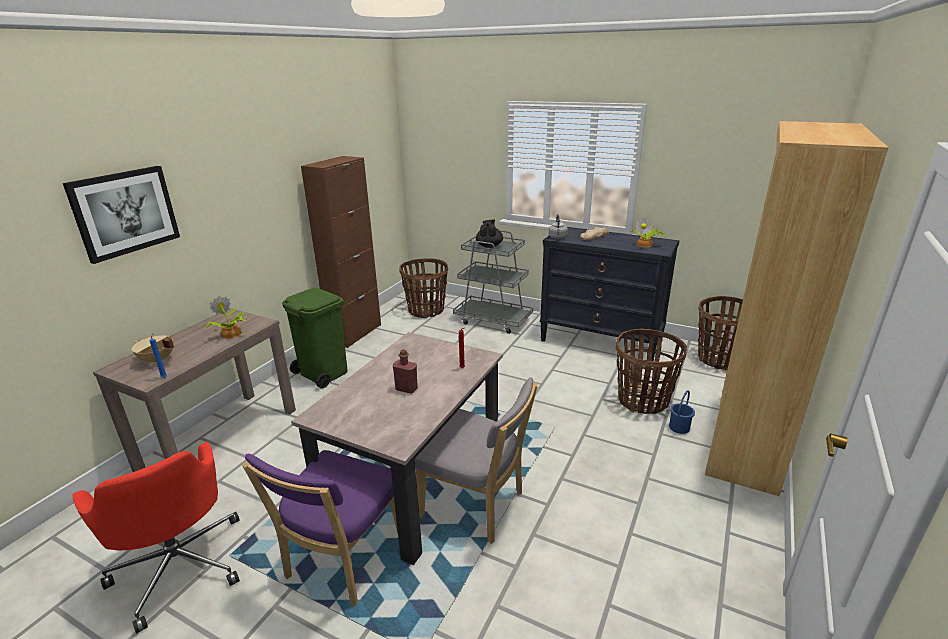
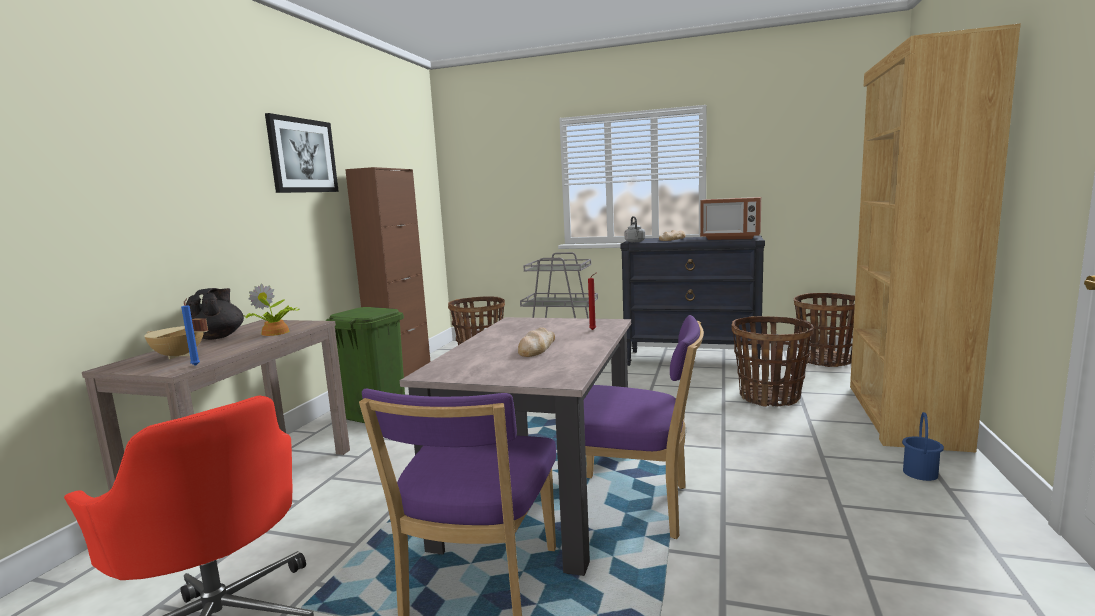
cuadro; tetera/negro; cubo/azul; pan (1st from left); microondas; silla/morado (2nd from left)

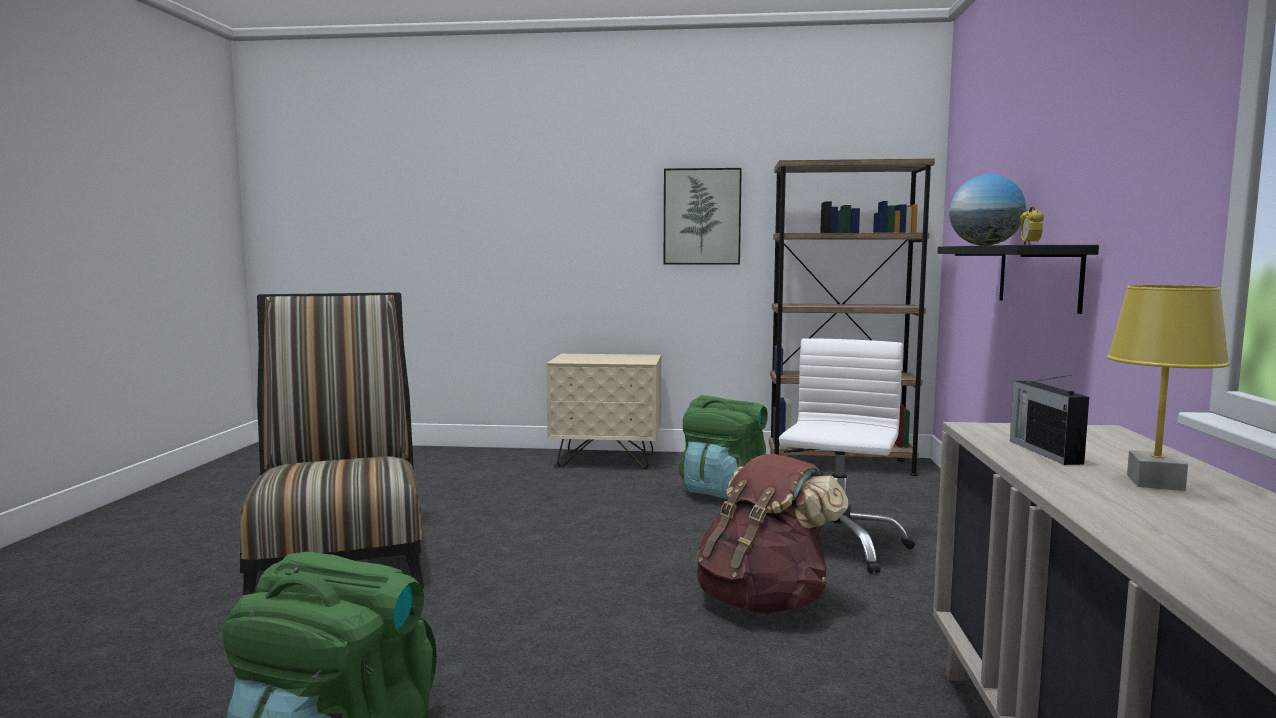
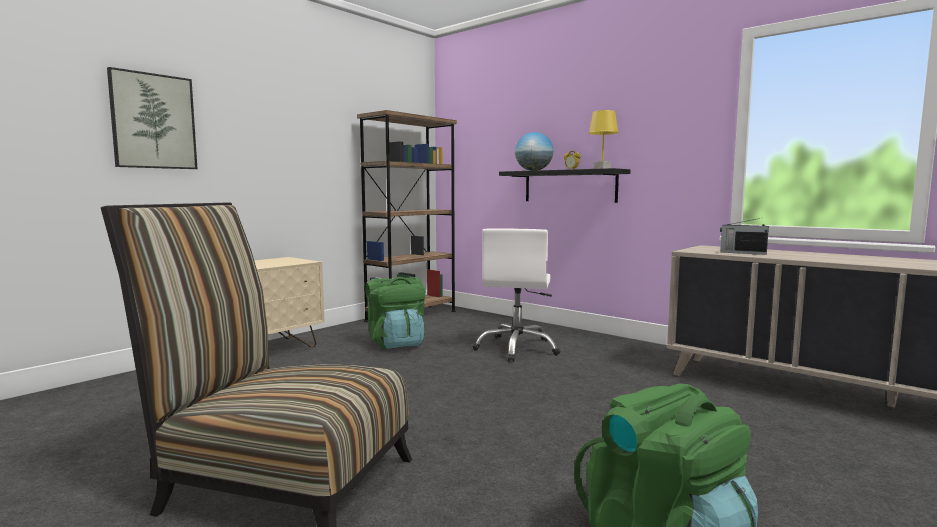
mochila/marrón; cuadro; lámpara de mesa/amarillo; silla de oficina/blanco

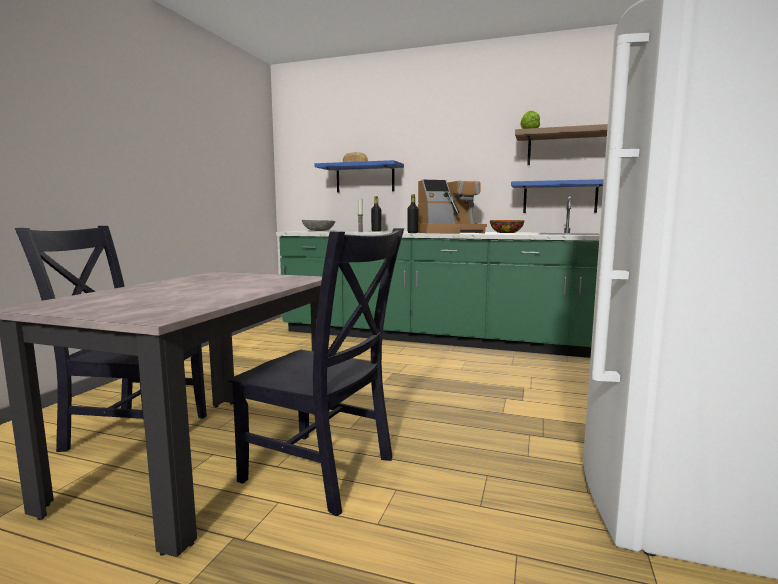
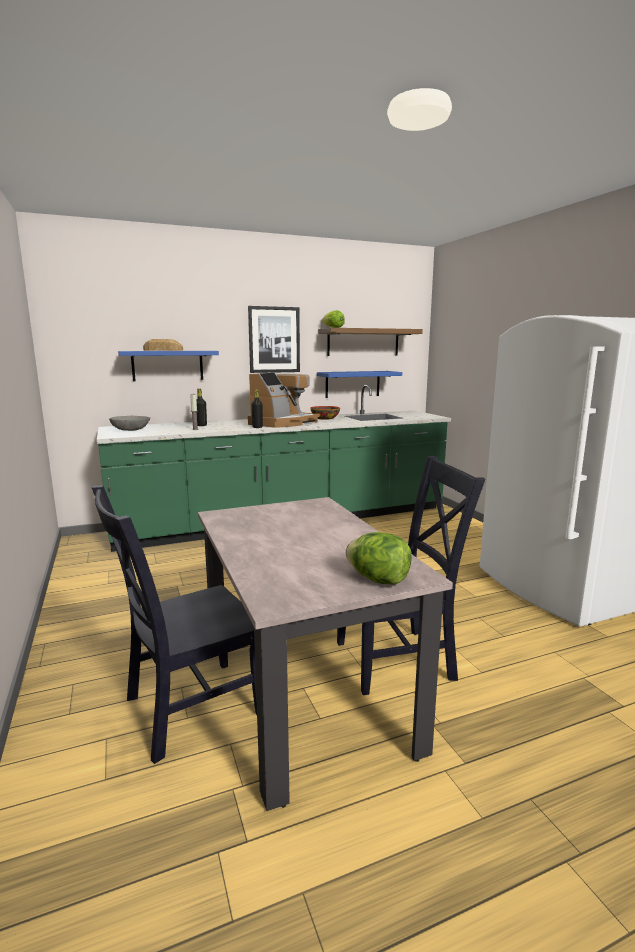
cuadro; lechuga (2nd from left)

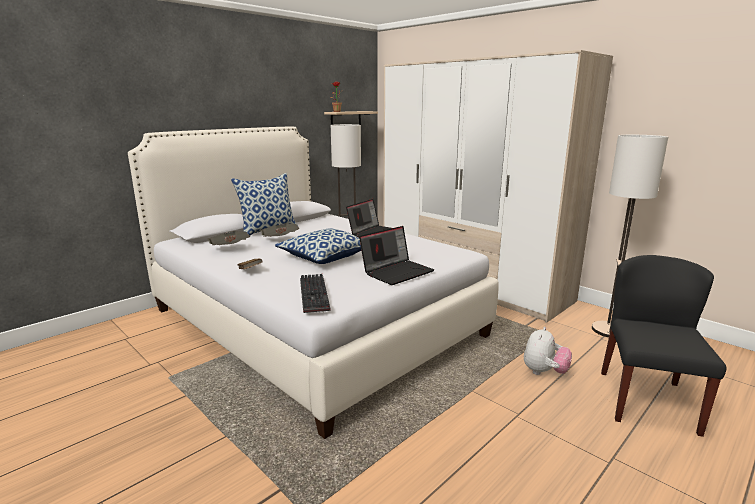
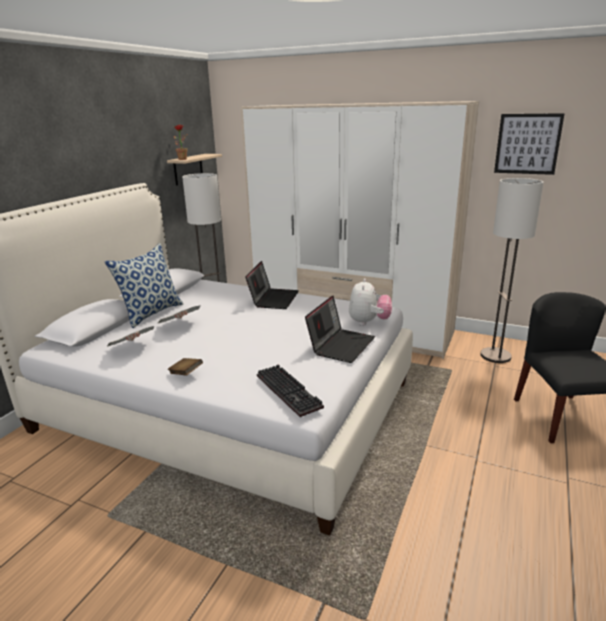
cojín (2nd from left in the first image); cuadro; peluche

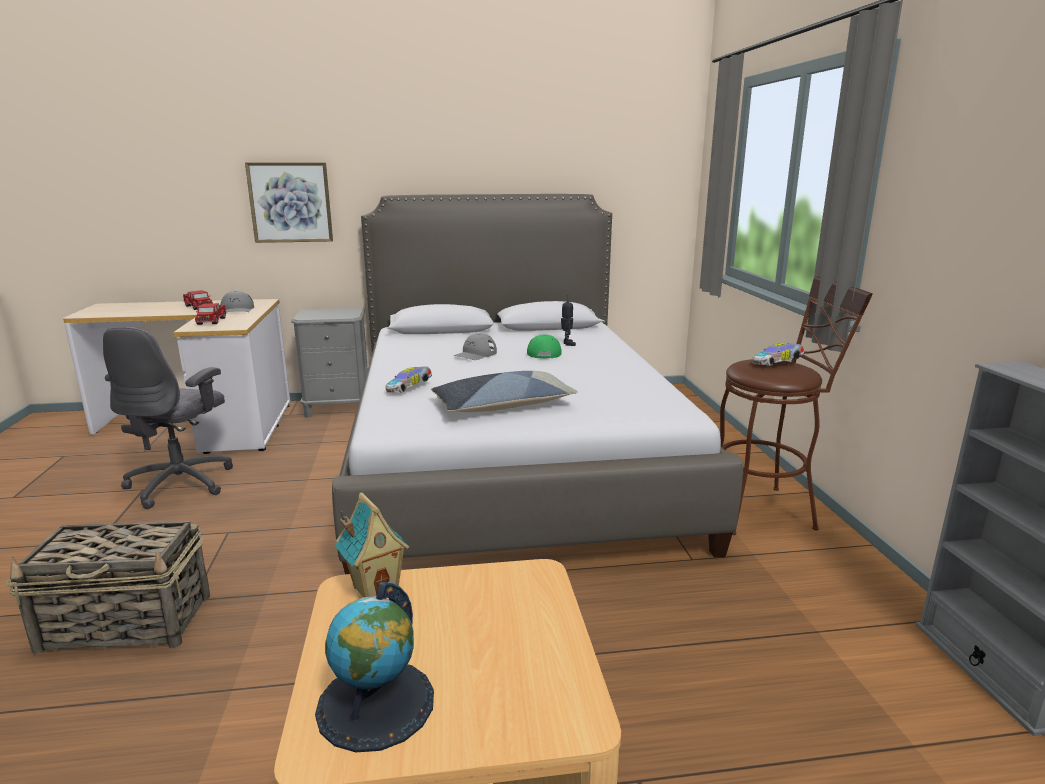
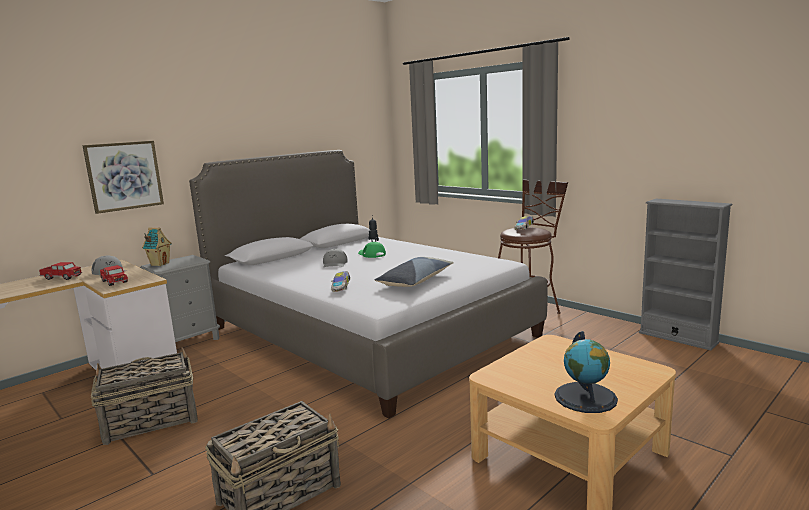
casita; cesta (1st from left)

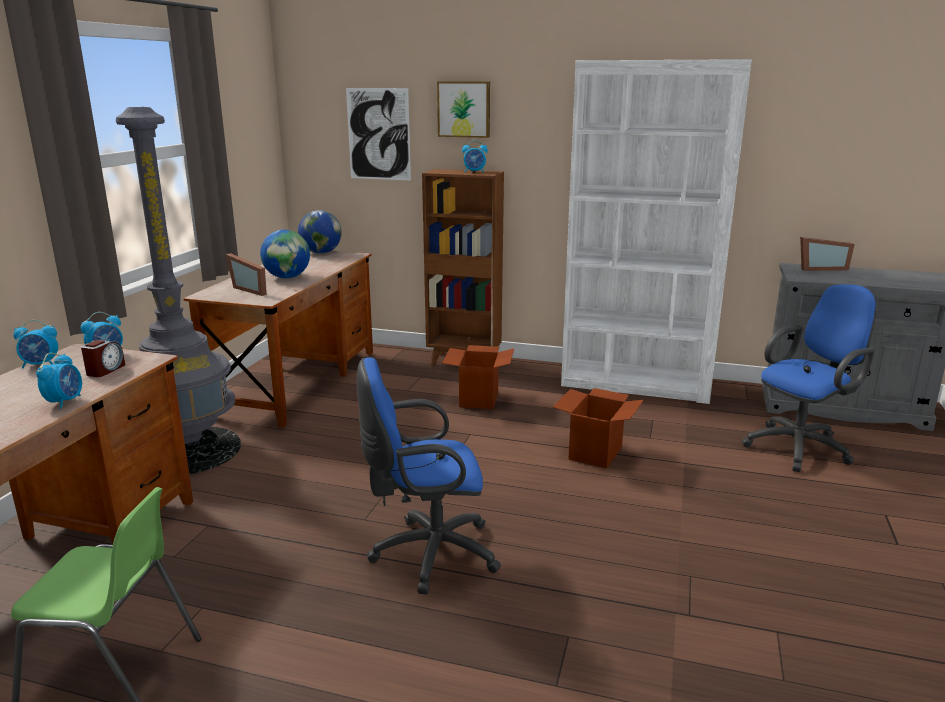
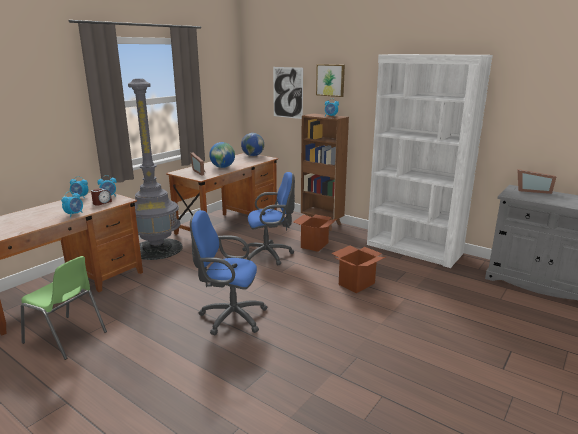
silla de oficina/azul (2nd from left)

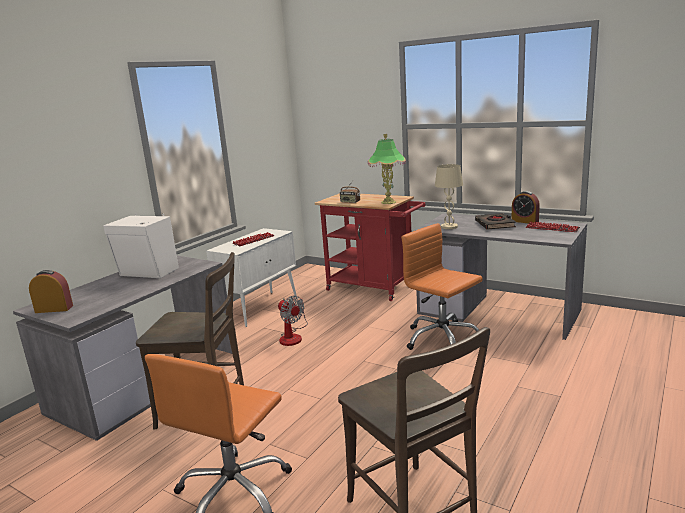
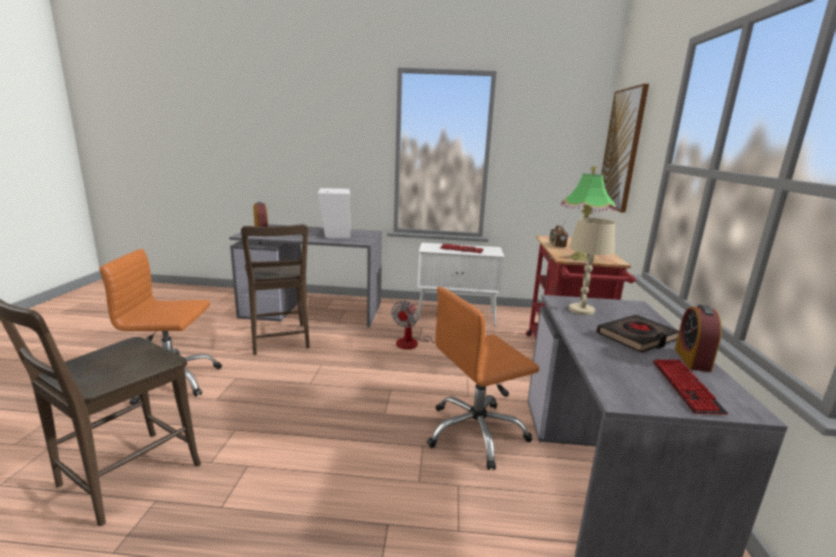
cuadro; silla de oficina/naranja (2nd from left)

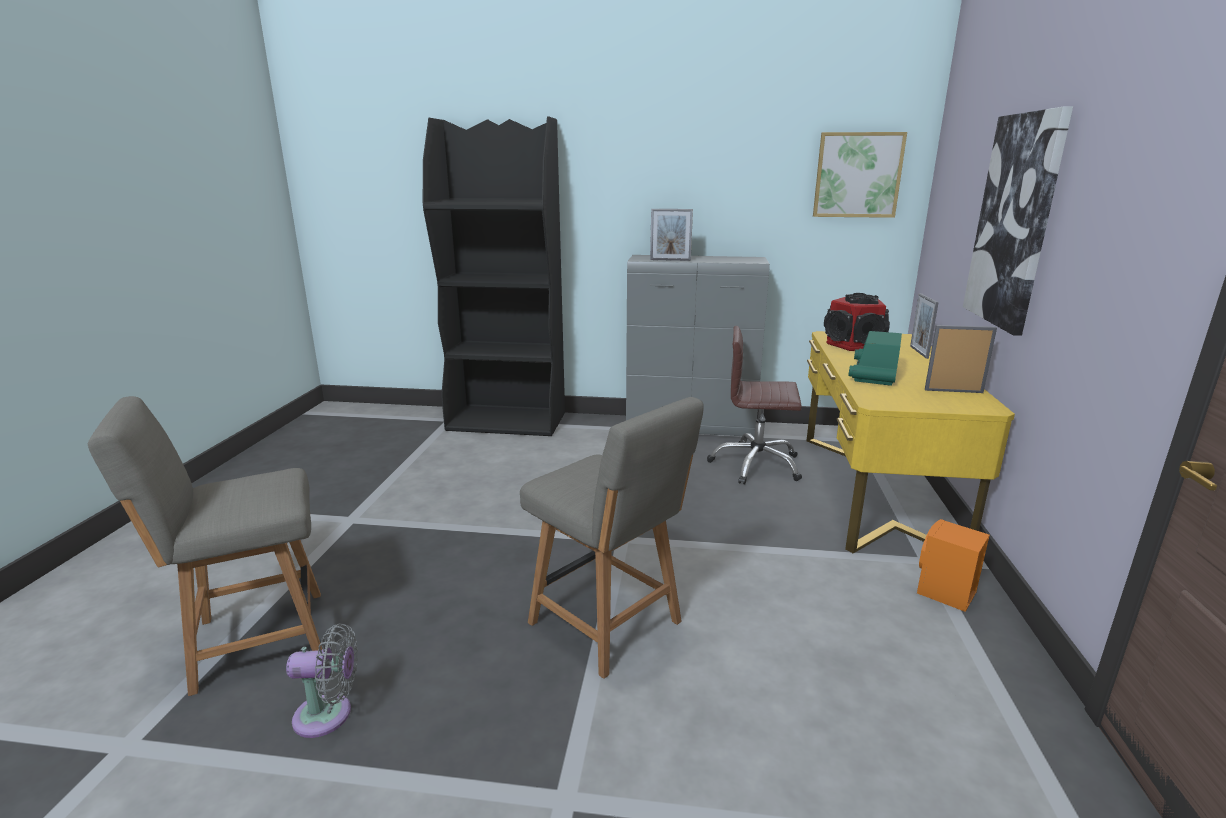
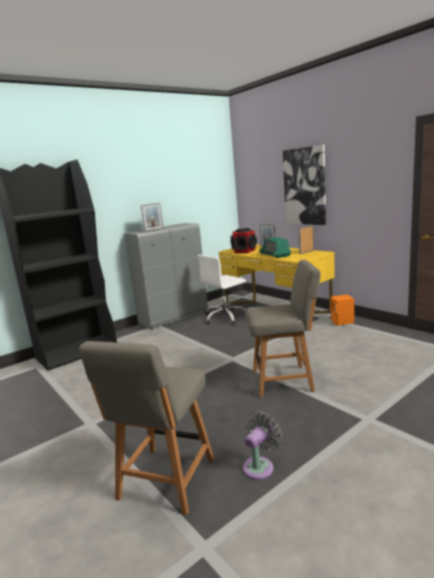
cuadro (1st from left in the first image); silla de oficina/blanco

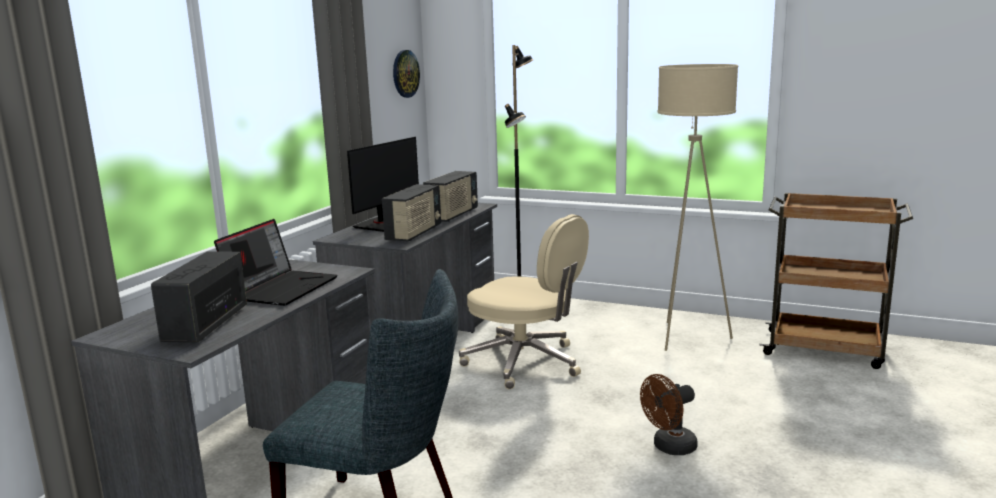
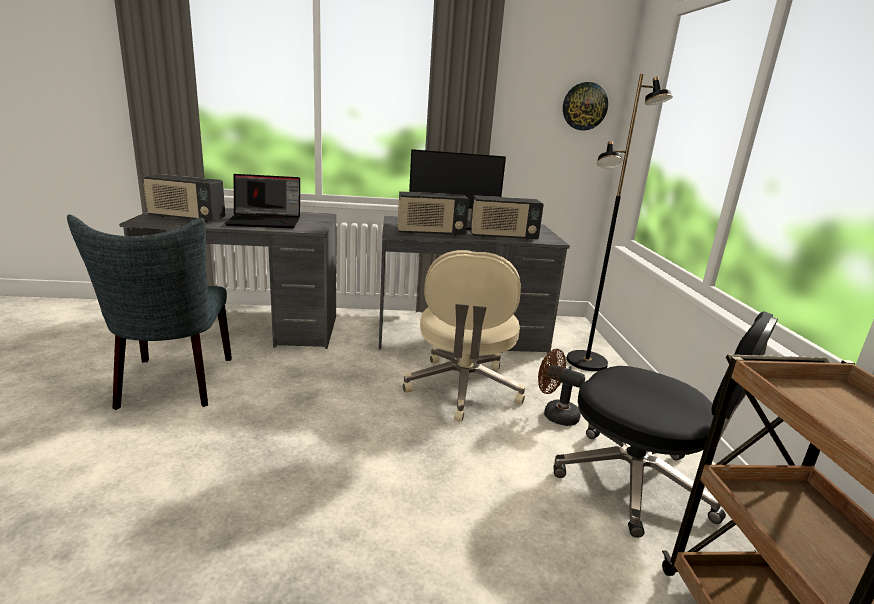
ventilador/marrón; silla de oficina/negro; radio (1st from left)

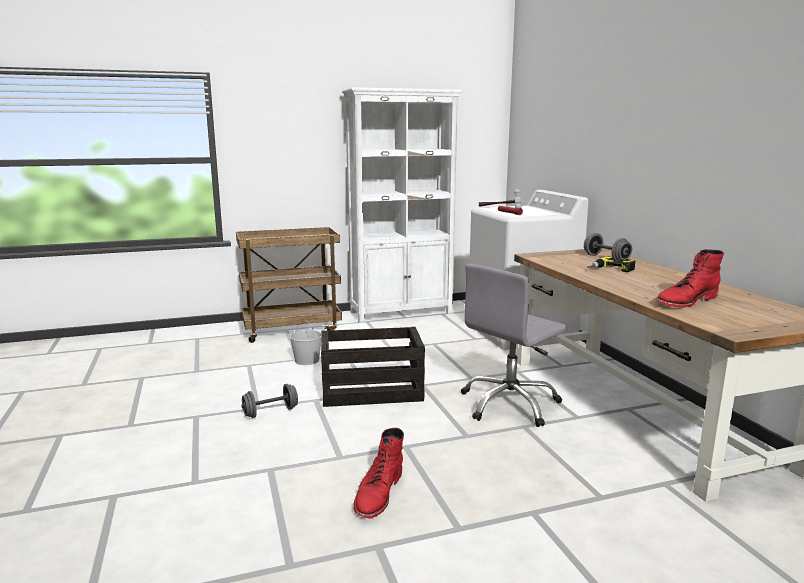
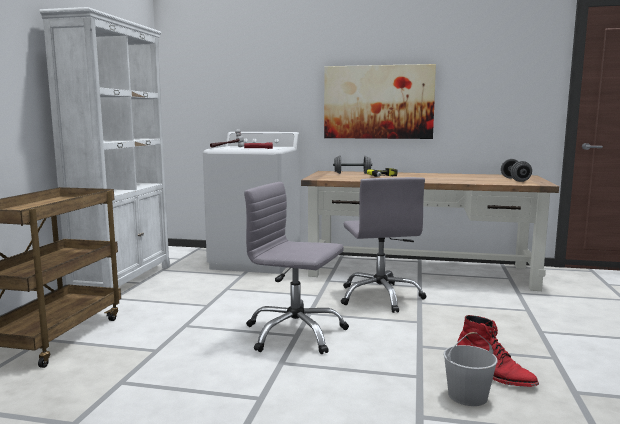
bota/rojo (2nd from left in the first image); cuadro; mancuerna/gris (2nd from left); cubo/blanco; silla de oficina/gris (1st from left)

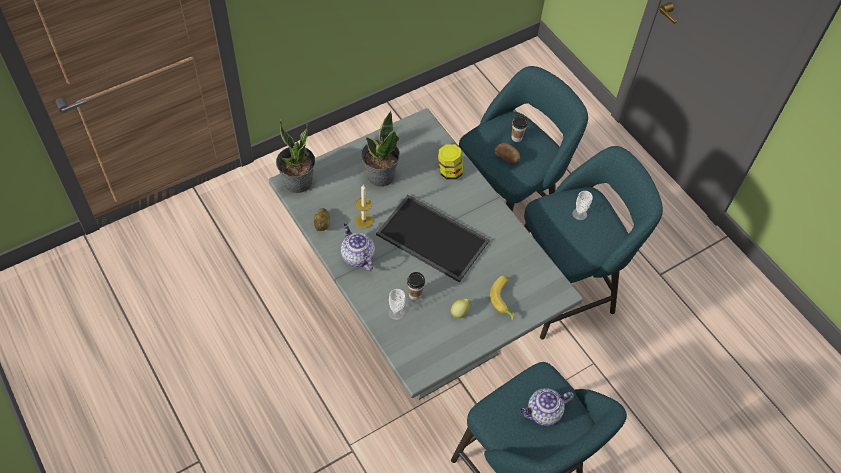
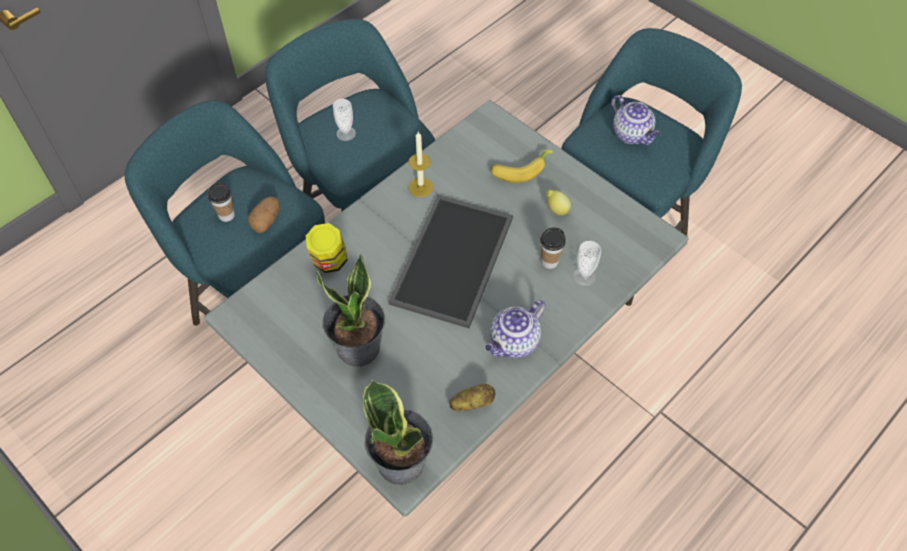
vela

